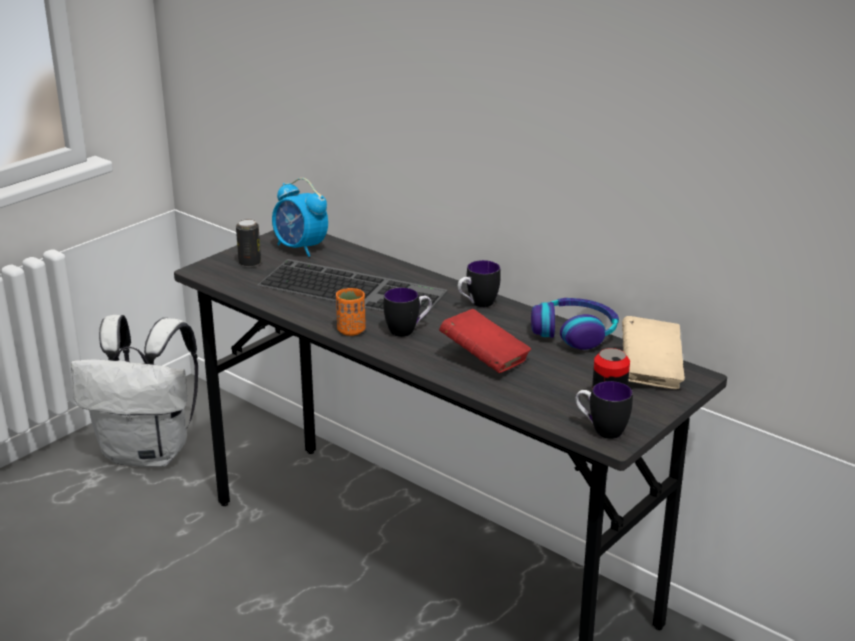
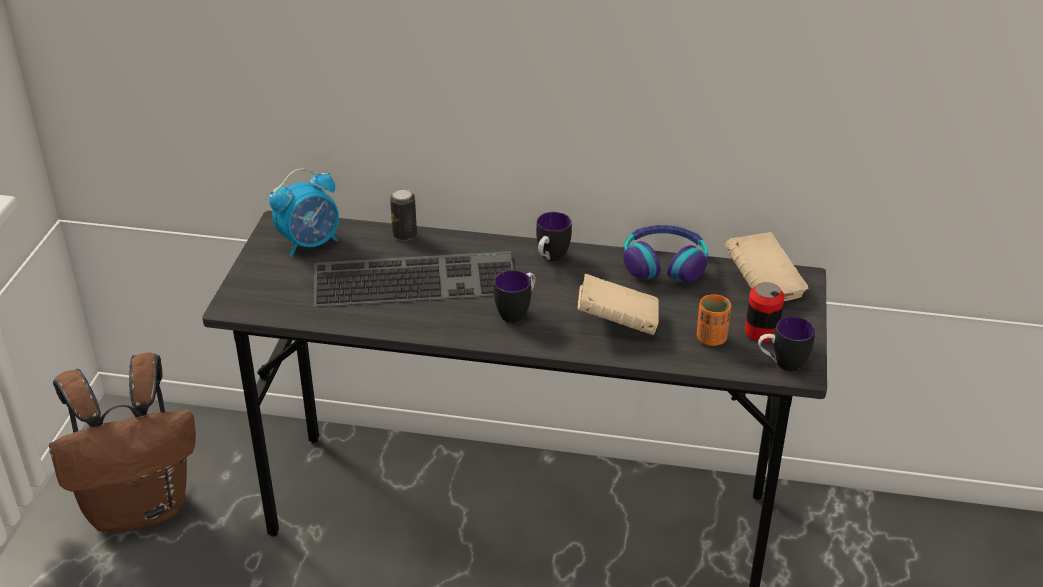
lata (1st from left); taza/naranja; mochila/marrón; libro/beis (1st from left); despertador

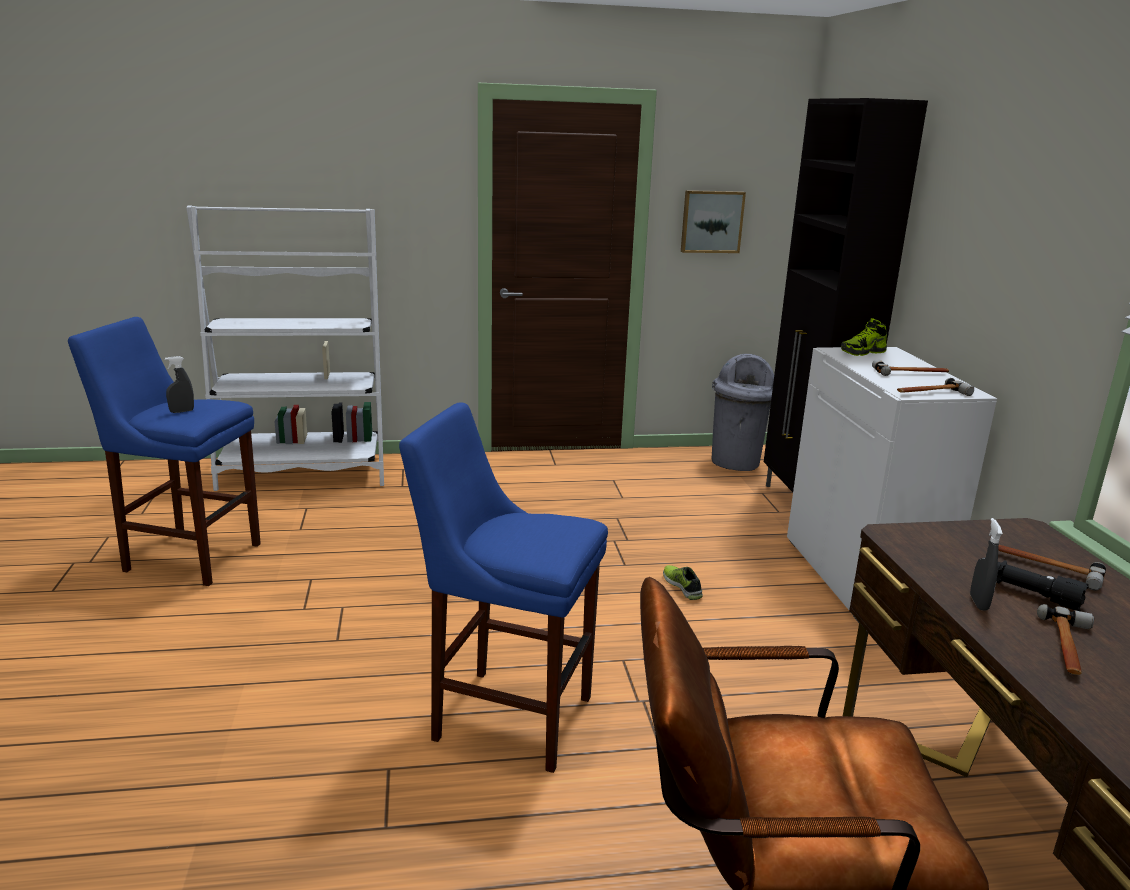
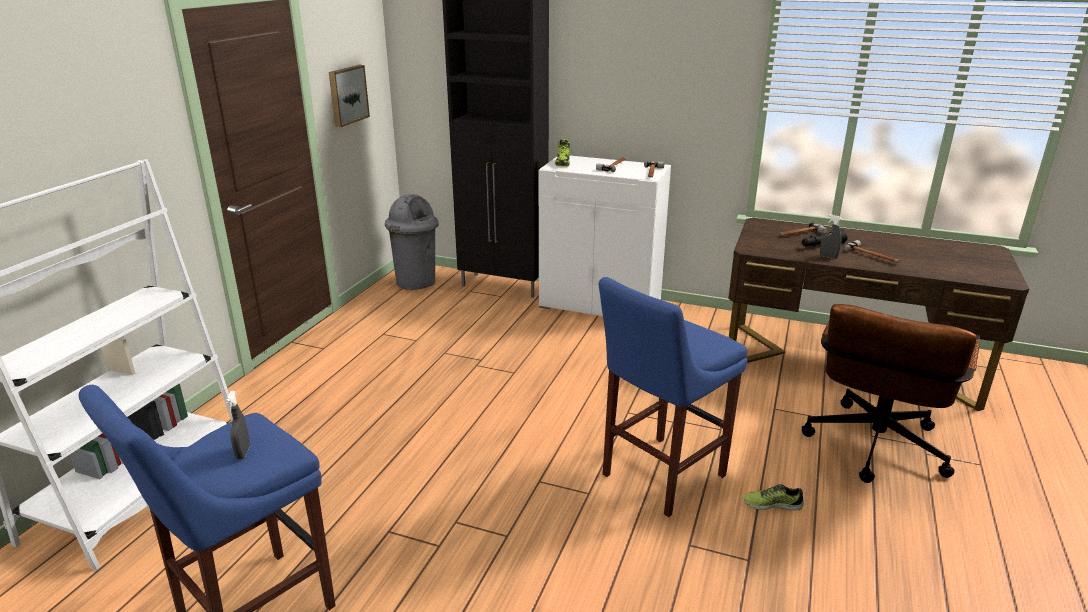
zapato (2nd from left)

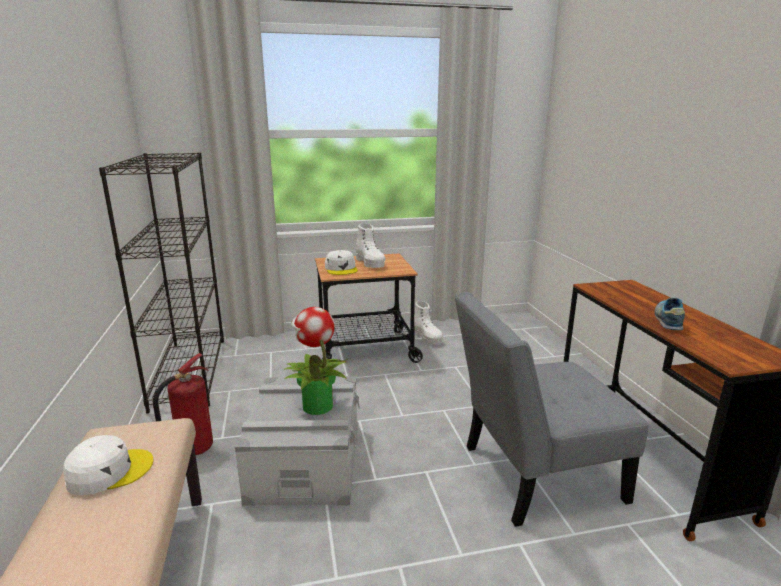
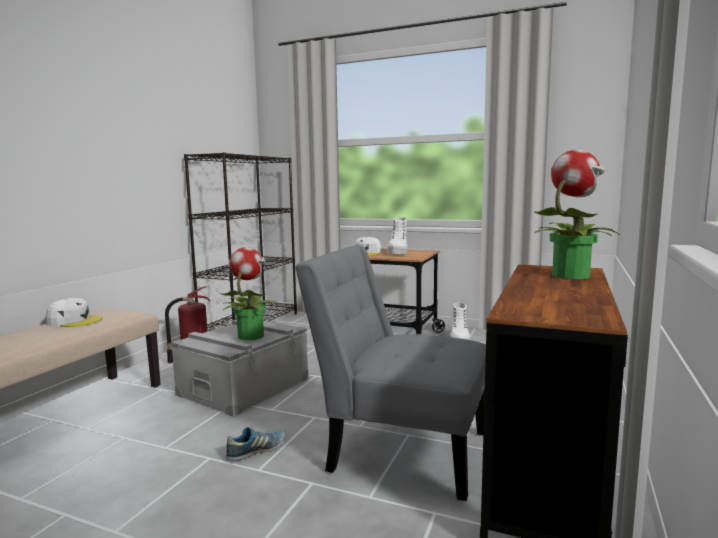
planta en maceta (2nd from left); zapato

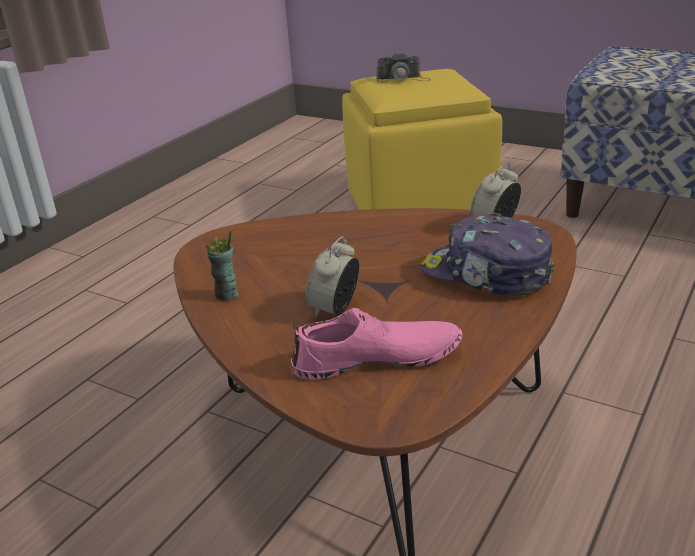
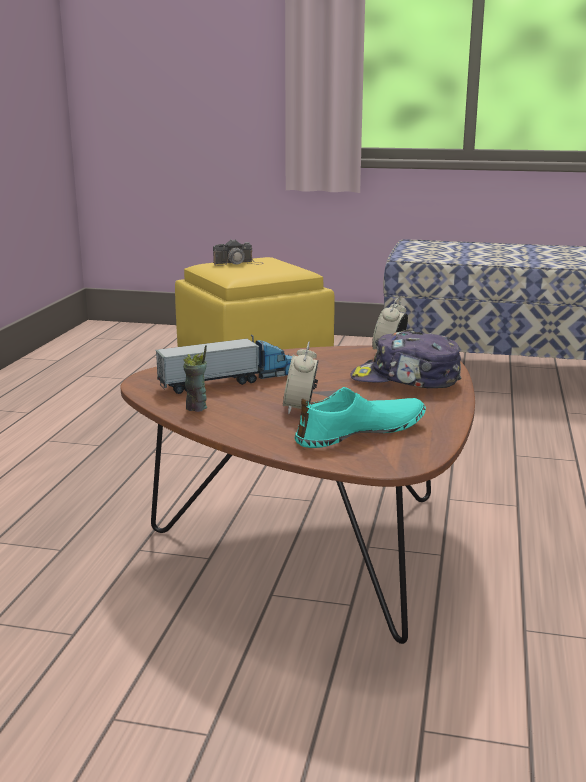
camión de juguete; zapato/turquesa

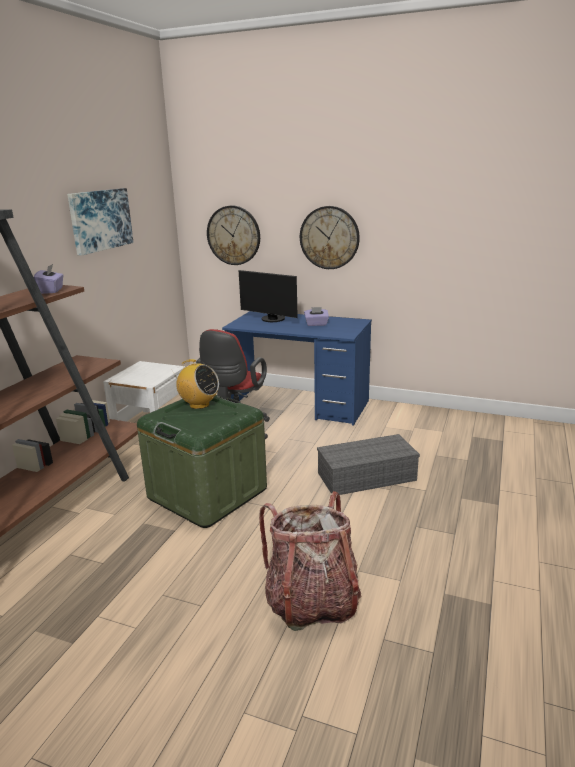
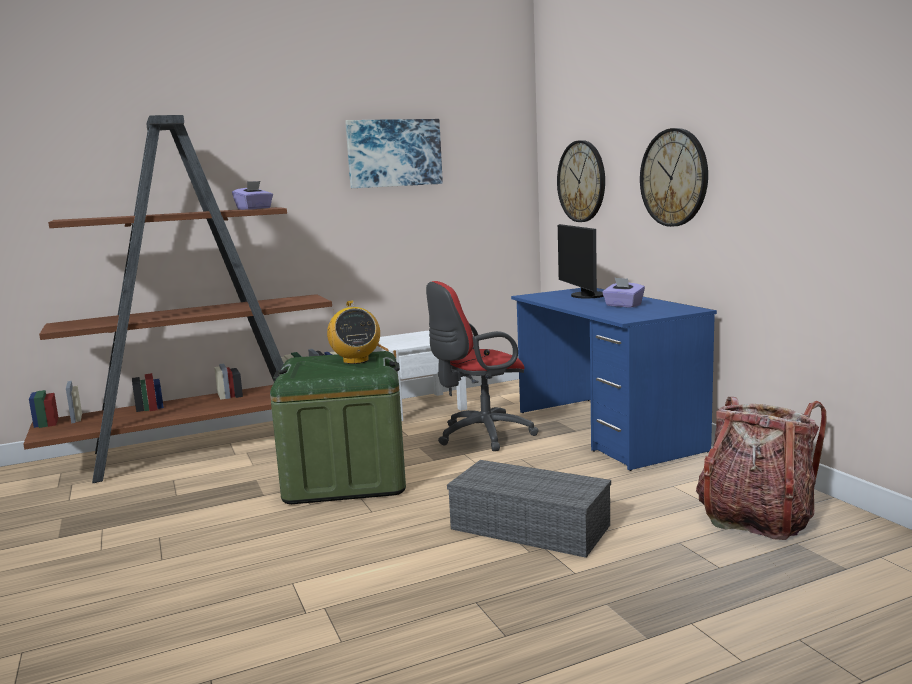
mochila

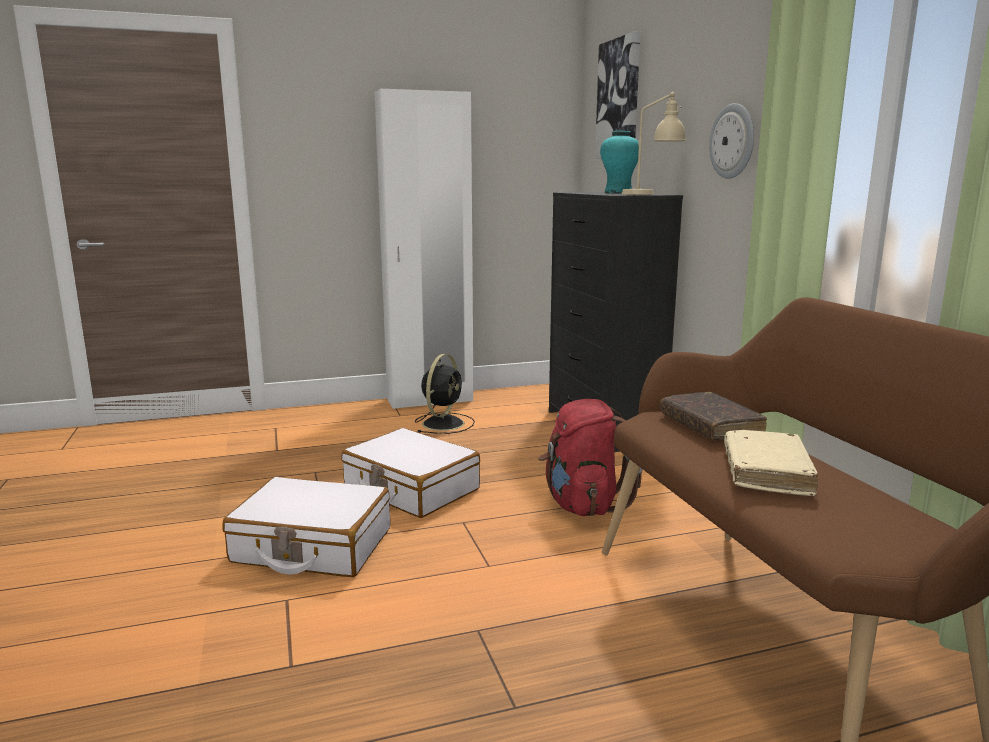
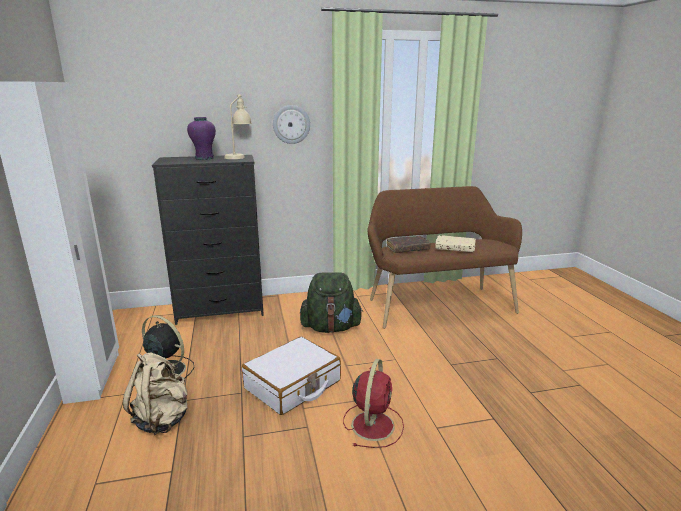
cuadro; mochila/beis; ventilador/rojo; mochila/verde; florero/morado

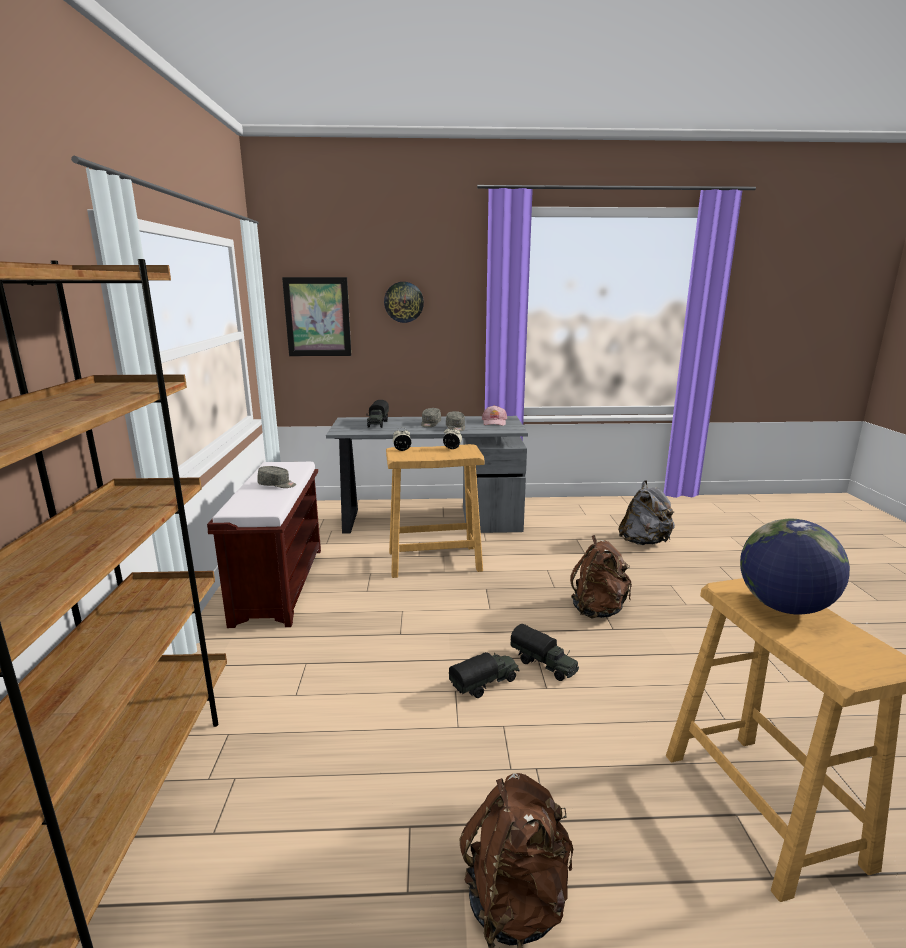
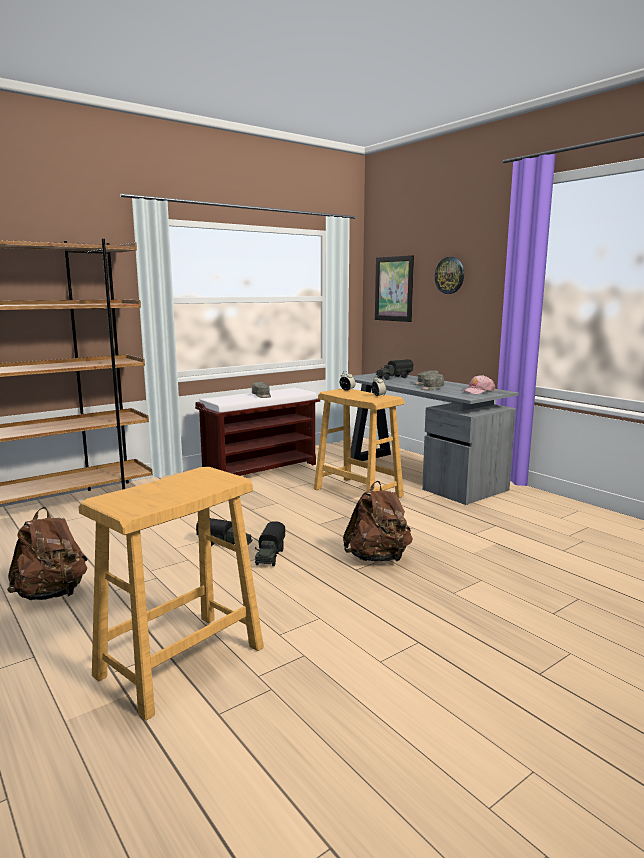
mochila/gris; globo terráqueo

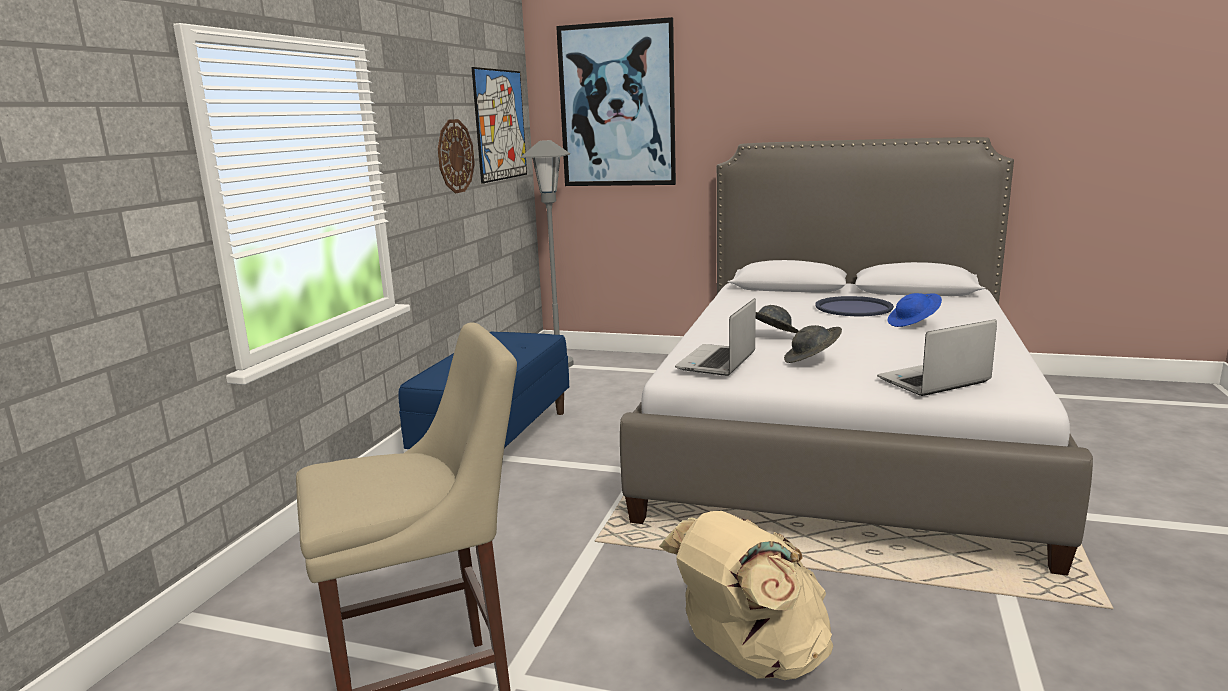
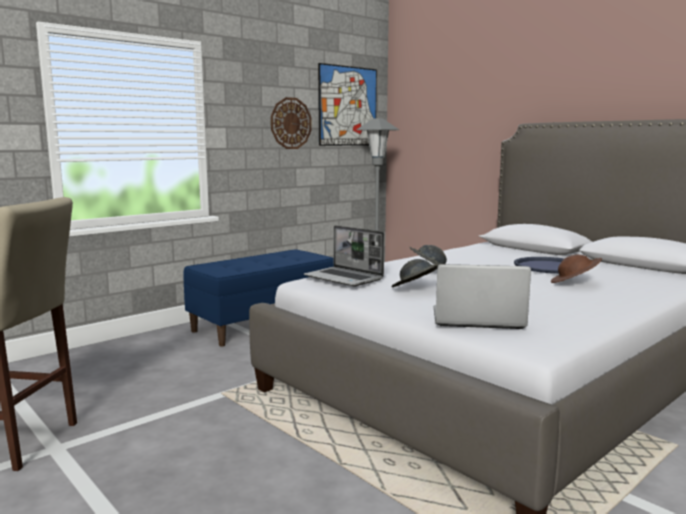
cuadro (2nd from left in the first image); mochila/beis; sombrero/marrón; portátil (1st from left)

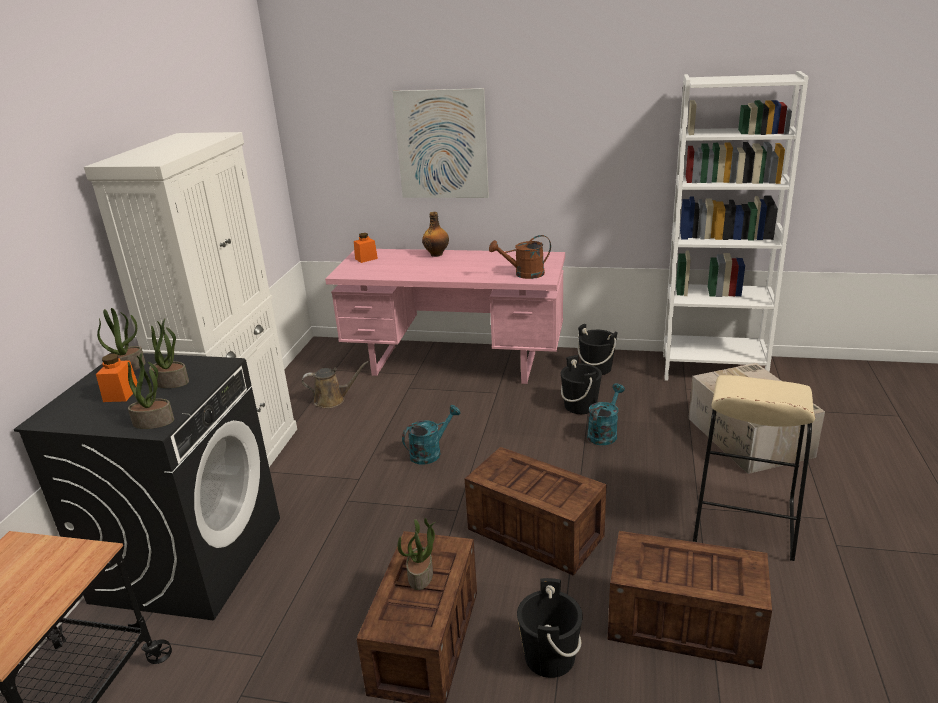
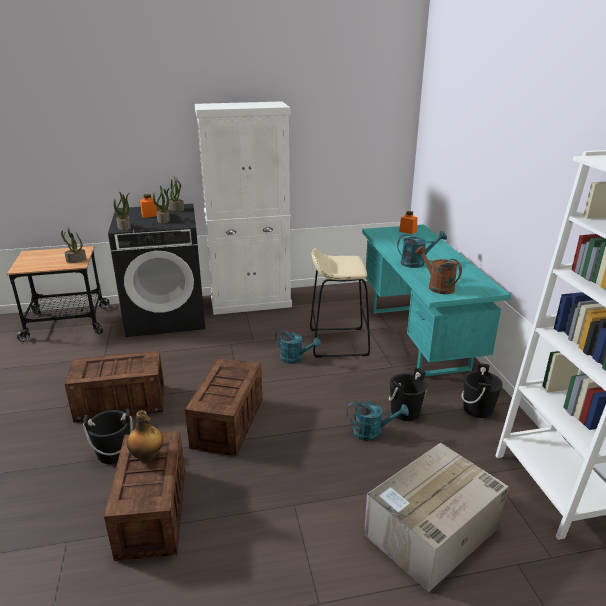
regadera/marrón (1st from left in the first image); cuadro; regadera/turquesa (3rd from left); planta en maceta (1st from left); botella; taburete/beis; escritorio/turquesa

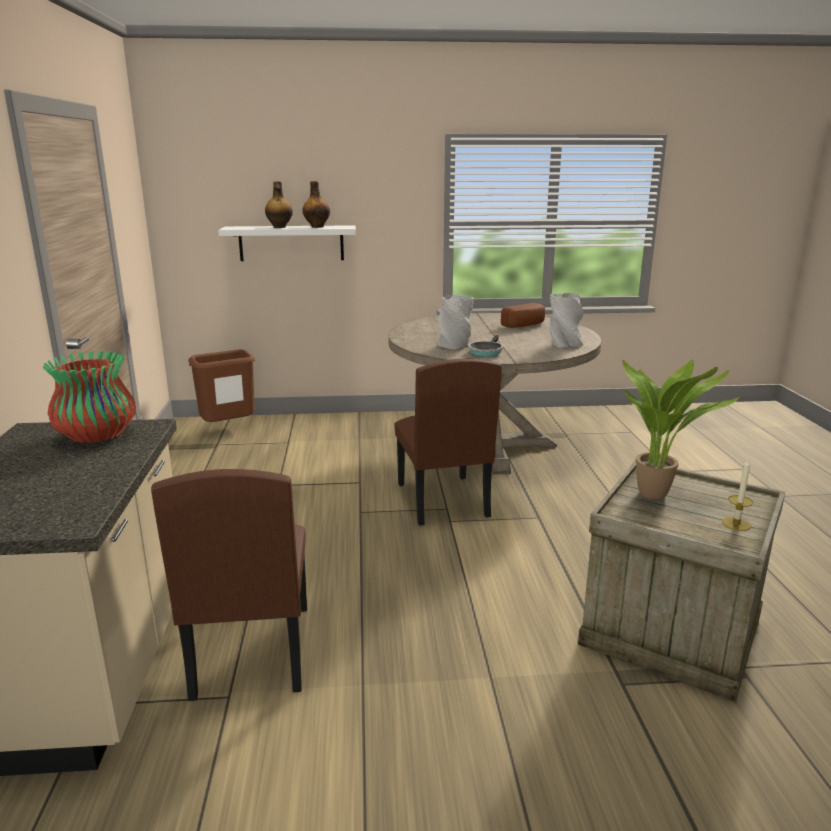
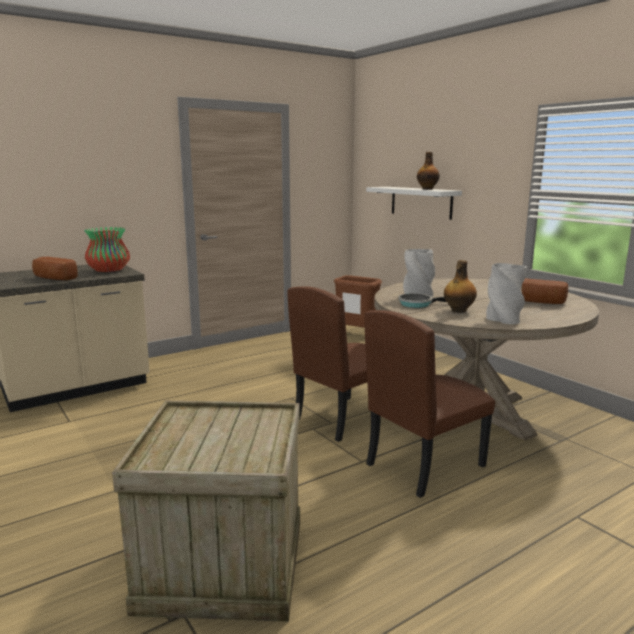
planta en maceta; vela; pan (1st from left); silla/marrón (2nd from left); botella (2nd from left)

